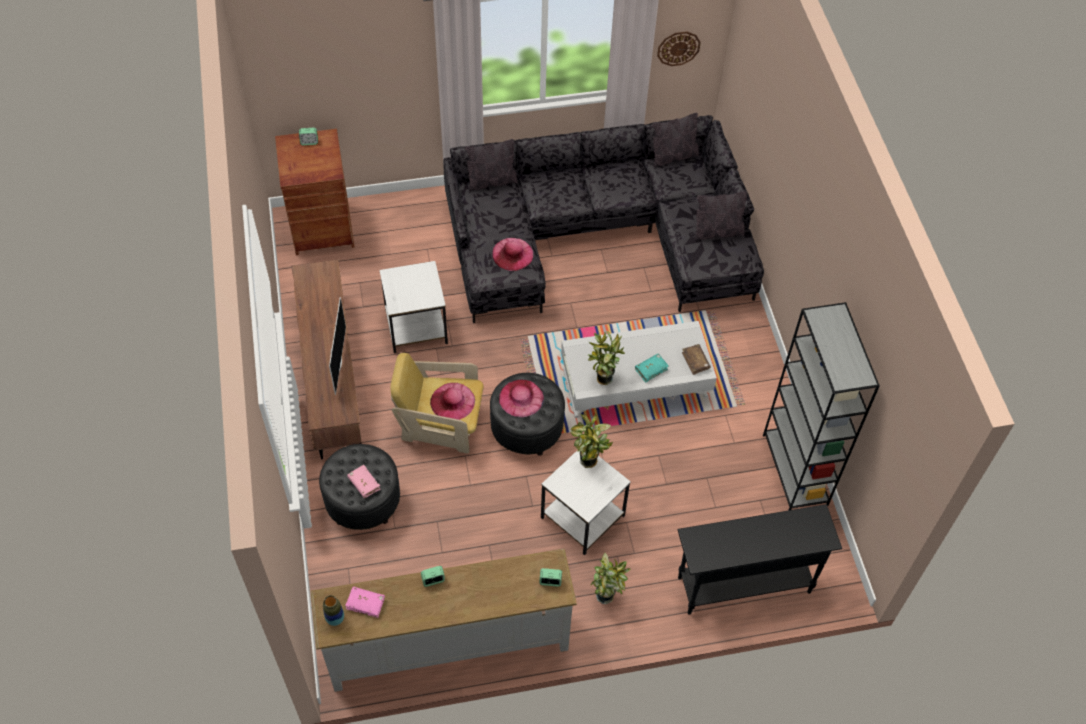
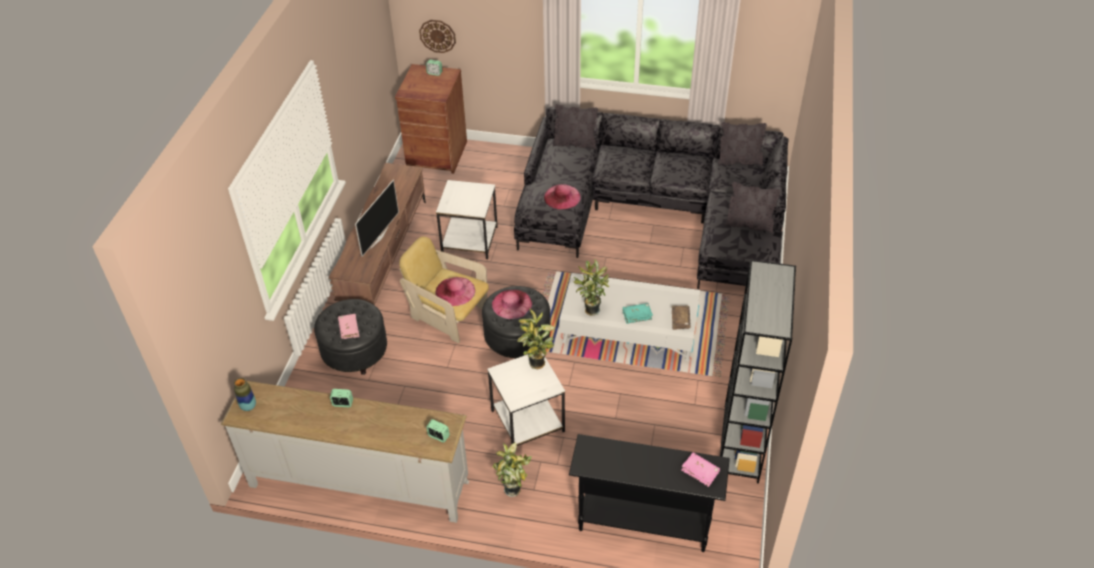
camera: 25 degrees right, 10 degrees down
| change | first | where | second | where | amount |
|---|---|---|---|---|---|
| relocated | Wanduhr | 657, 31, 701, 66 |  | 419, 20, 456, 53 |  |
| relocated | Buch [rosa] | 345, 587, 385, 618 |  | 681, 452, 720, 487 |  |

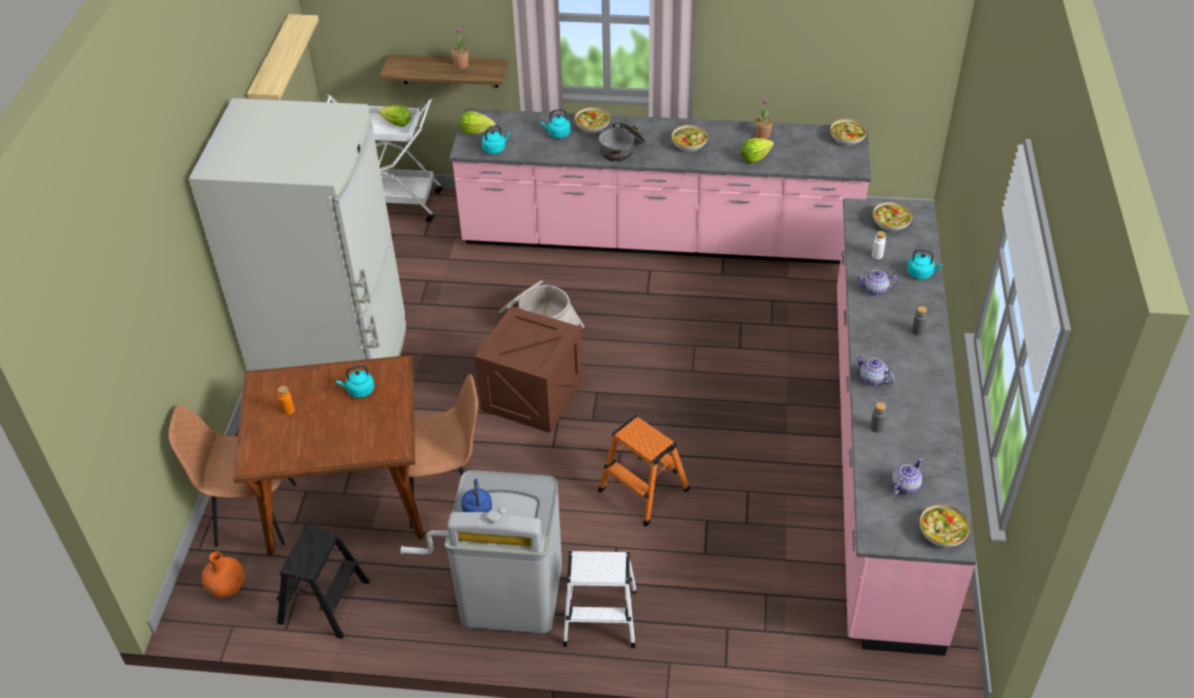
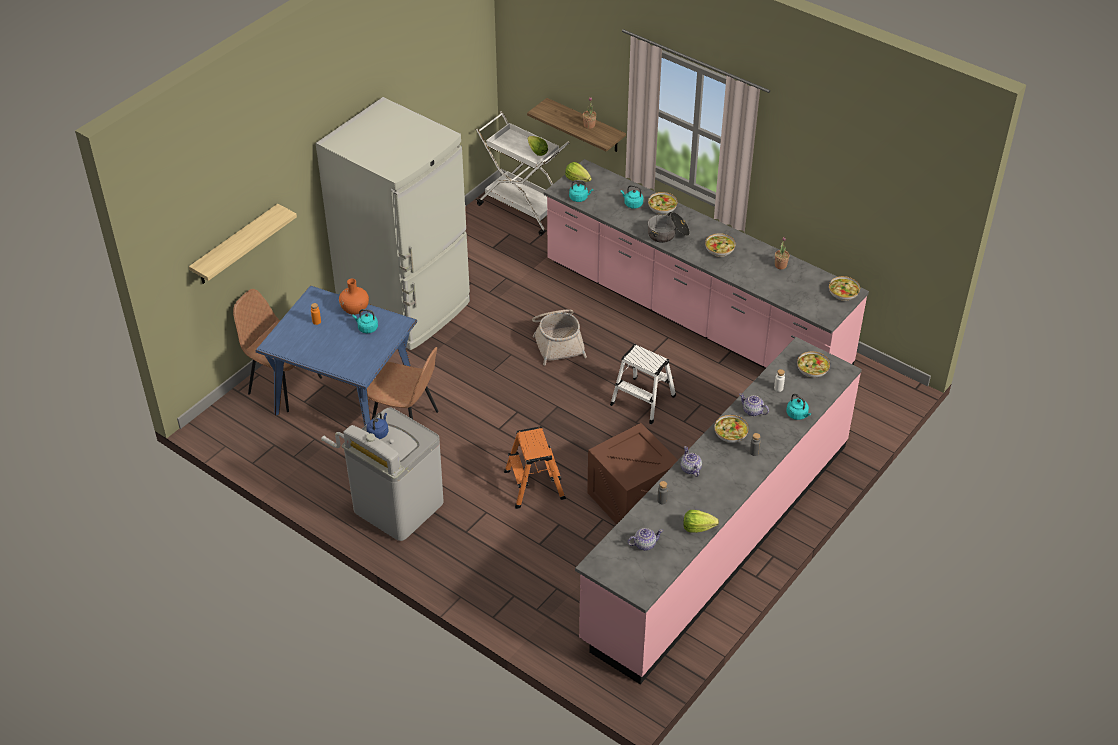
camera: 30 degrees right, 0 degrees up
| change | first | where | second | where | amount |
|---|---|---|---|---|---|
| relocated | Wandregal | 247, 14, 319, 100 |  | 189, 204, 297, 284 |  |
| colour | Esstisch [braun] | 233, 355, 424, 556 | Esstisch [blau] | 255, 285, 417, 426 |  |
| relocated | Vase [orange] | 201, 551, 245, 597 |  | 339, 279, 369, 315 |  |
| relocated | Kiste | 474, 306, 583, 433 |  | 587, 423, 678, 525 |  |
| relocated | Trittleiter [weiß] | 563, 551, 637, 648 |  | 610, 344, 676, 424 |  |
| relocated | Salatkopf | 741, 138, 774, 163 |  | 683, 510, 719, 533 |  |
| relocated | Schüssel | 920, 504, 970, 547 |  | 715, 415, 749, 443 |  |
| missing | Trittleiter [schwarz] | 276, 525, 370, 639 |  |  |  |

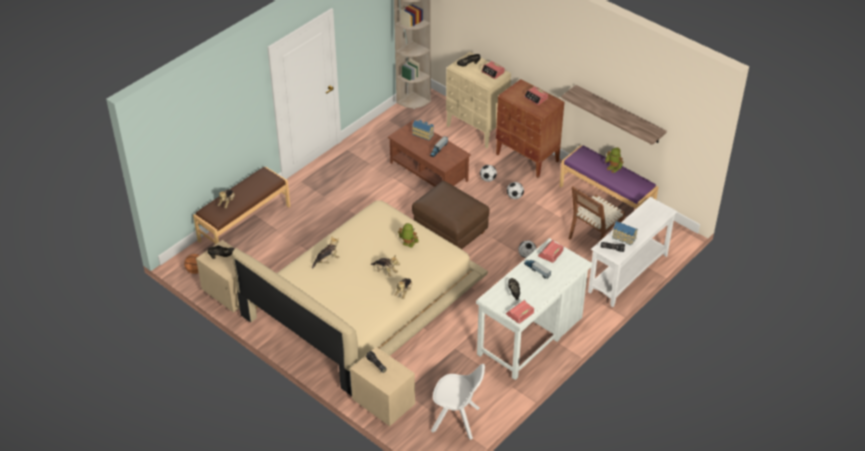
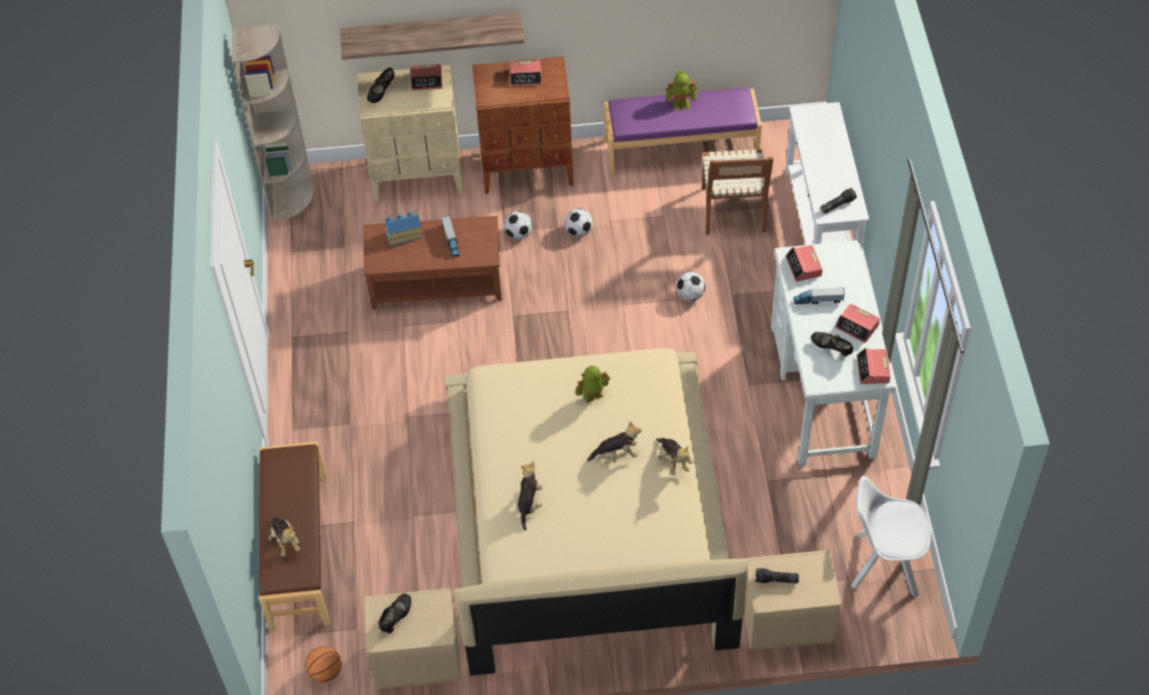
camera: 45 degrees left, 10 degrees up
| change | first | where | second | where | amount |
|---|---|---|---|---|---|
| relocated | Wandregal | 561, 85, 667, 145 |  | 340, 12, 524, 60 |  |
| appeared |  |  | Wecker | 835, 304, 880, 343 |  |
| spun | Stuhl [weiß] | 431, 364, 485, 440 |  | 850, 476, 931, 597 | 135 degrees counterclockwise |
| missing | Polsterhocker [braun] | 412, 181, 490, 249 |  |  |  |
| missing | Spielzeughaus | 612, 221, 638, 245 |  |  |  |

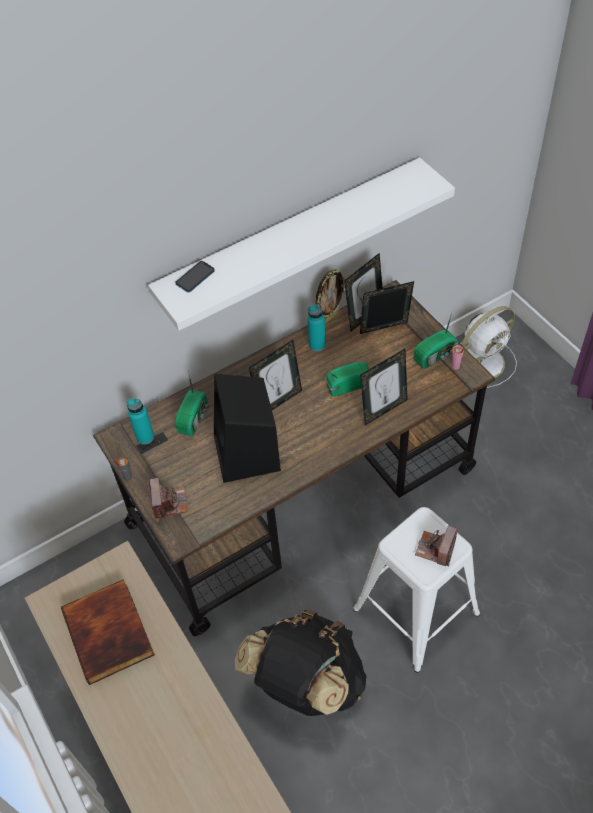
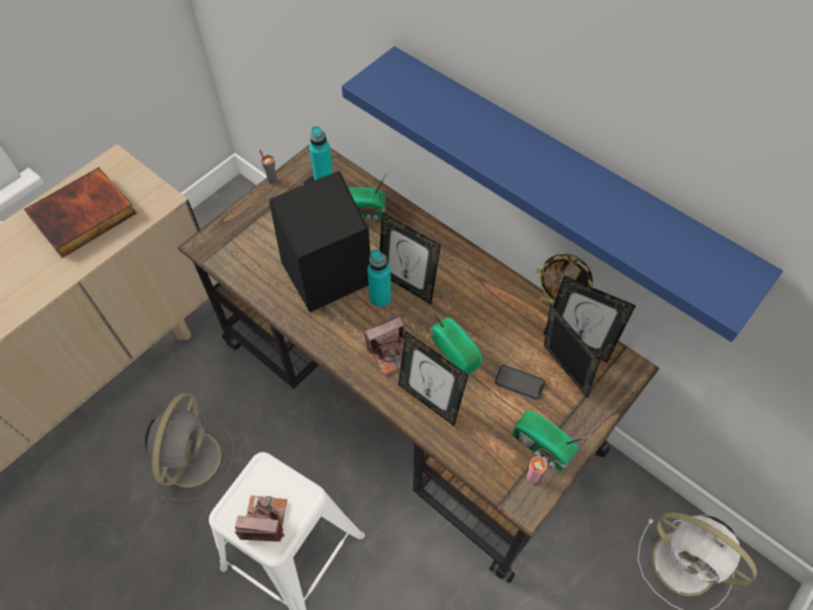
camera: 70 degrees right, 5 degrees up
| change | first | where | second | where | amount |
|---|---|---|---|---|---|
| exchanged | Rucksack [schwarz] | 235, 610, 367, 716 | Ventilator [grau] | 144, 393, 234, 501 |  |
| colour | Wandregal [weiß] | 148, 158, 455, 331 | Wandregal [blau] | 342, 46, 783, 342 |  |
| relocated | Kamera | 147, 478, 188, 520 |  | 364, 314, 405, 375 |  |
| relocated | Flasche [türkis] | 308, 304, 326, 352 |  | 367, 249, 391, 308 |  |
| relocated | Handy | 176, 261, 215, 292 |  | 495, 365, 545, 400 |  |

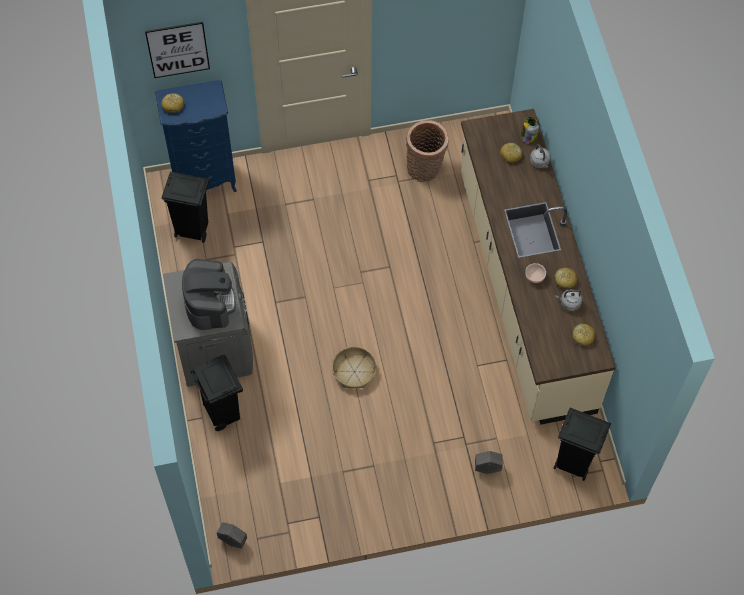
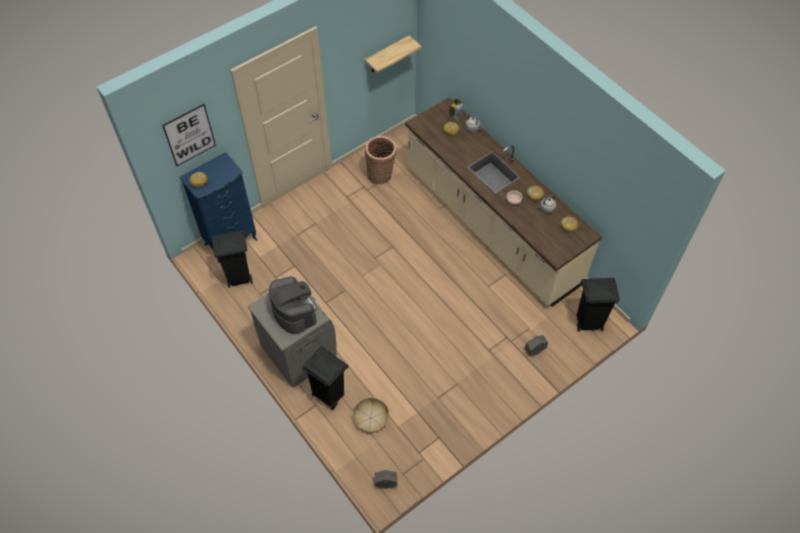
camera: 25 degrees left, 5 degrees down
| change | first | where | second | where | amount |
|---|---|---|---|---|---|
| relocated | Korb | 332, 347, 377, 388 |  | 352, 397, 389, 434 |  |
| appeared |  |  | Wandregal | 365, 35, 422, 73 |  |

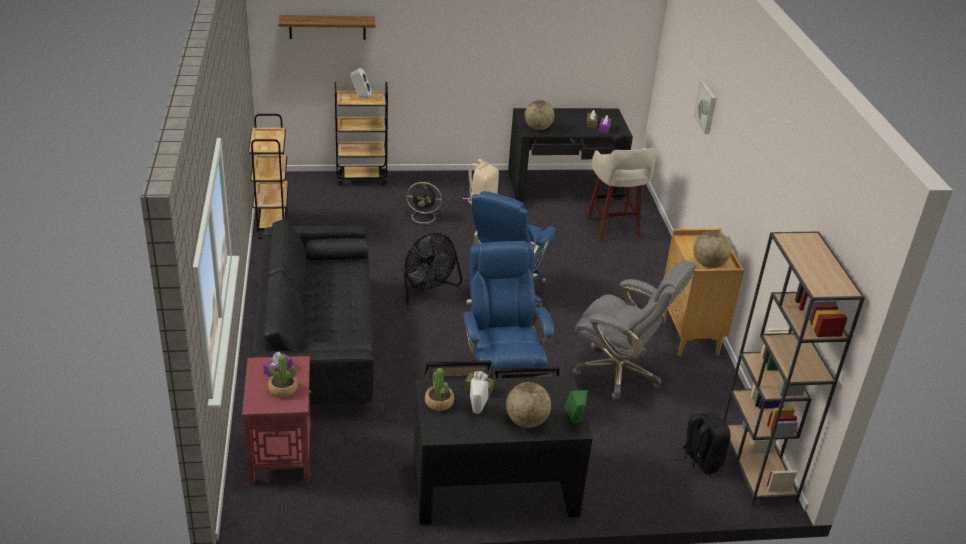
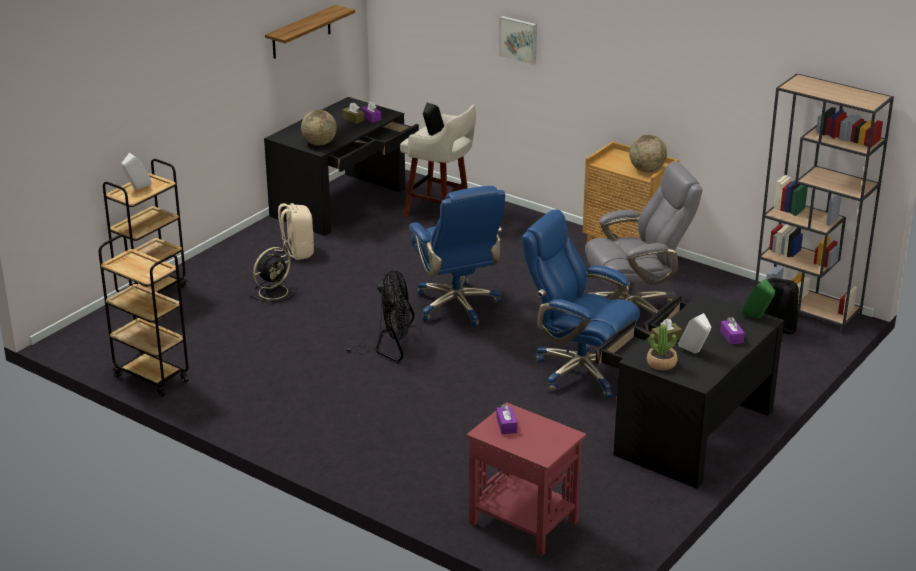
camera: 45 degrees left, 5 degrees down
| change | first | where | second | where | amount |
|---|---|---|---|---|---|
| relocated | Wandregal | 278, 15, 376, 40 |  | 265, 5, 355, 59 |  |
| exchanged | Globus | 506, 382, 551, 428 | Taschentuchbox [lila] | 720, 317, 745, 345 |  |
| missing | Sofa [schwarz] | 252, 219, 375, 405 |  |  |  |
| missing | Topfpflanze | 268, 355, 298, 398 |  |  |  |

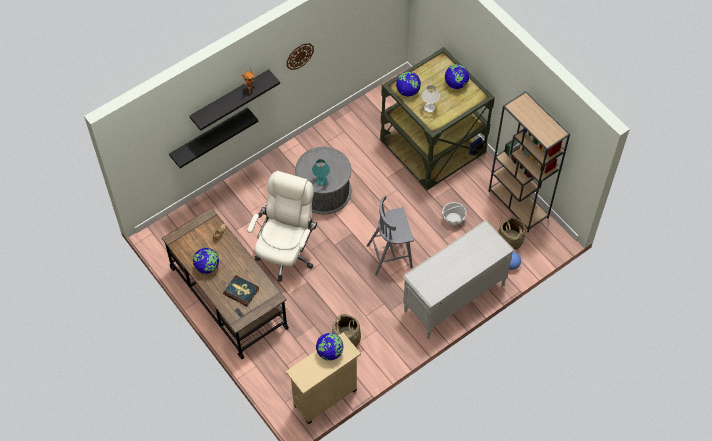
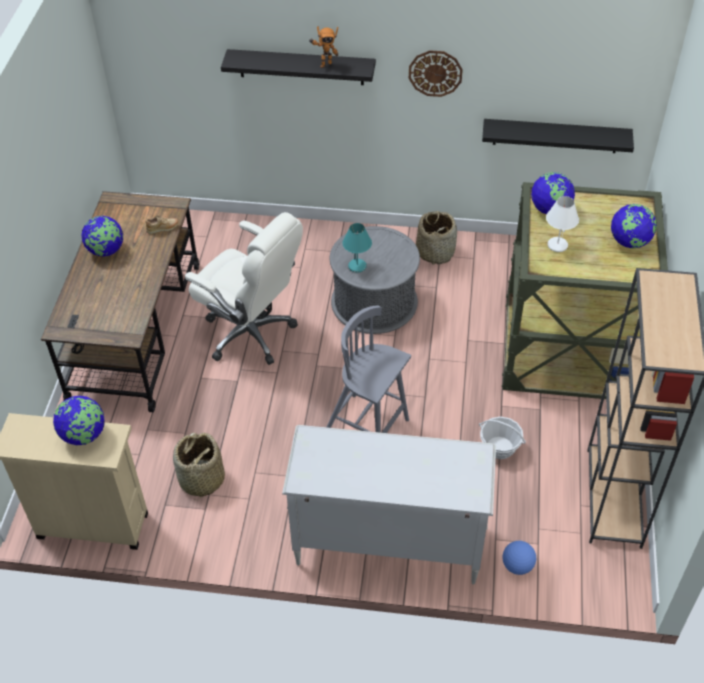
camera: 45 degrees right, 10 degrees down
| change | first | where | second | where | amount |
|---|---|---|---|---|---|
| spun | Bürostuhl [weiß] | 247, 171, 317, 282 |  | 185, 212, 303, 365 | 60 degrees clockwise |
| relocated | Korb | 498, 217, 526, 250 |  | 416, 211, 457, 265 |  |
| relocated | Wandregal [schwarz] | 169, 107, 258, 168 |  | 482, 119, 634, 153 |  |
| missing | Buch | 223, 275, 259, 306 |  |  |  |

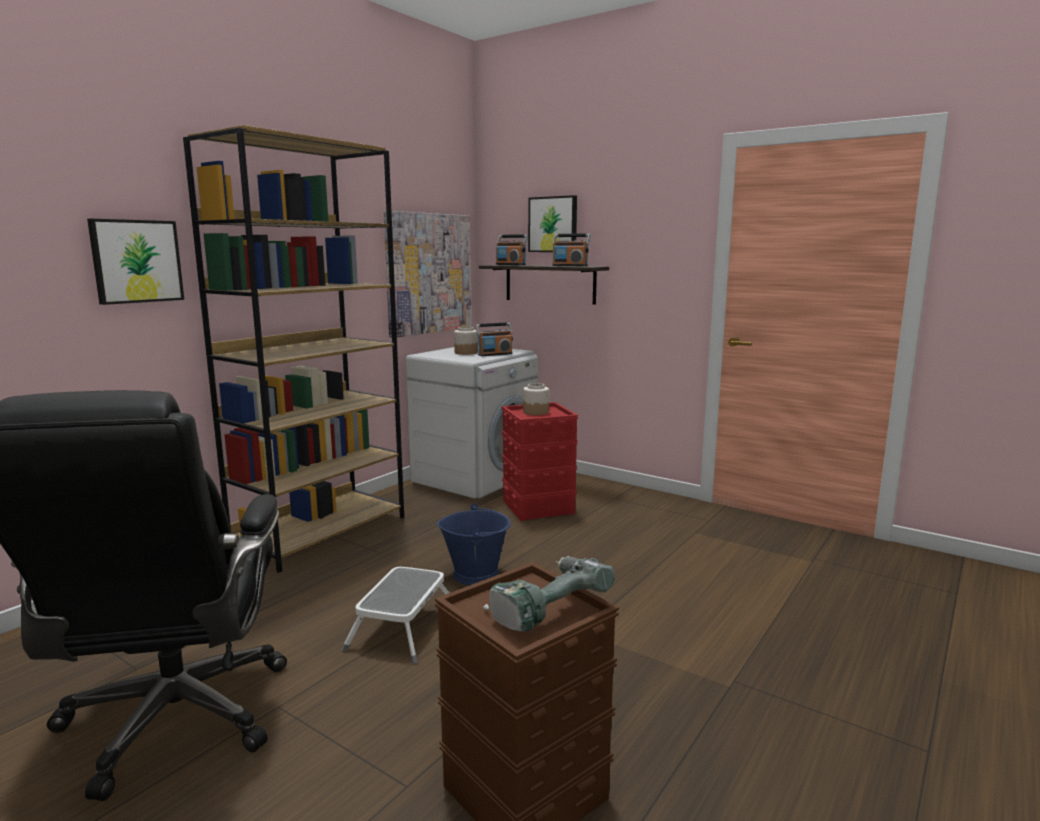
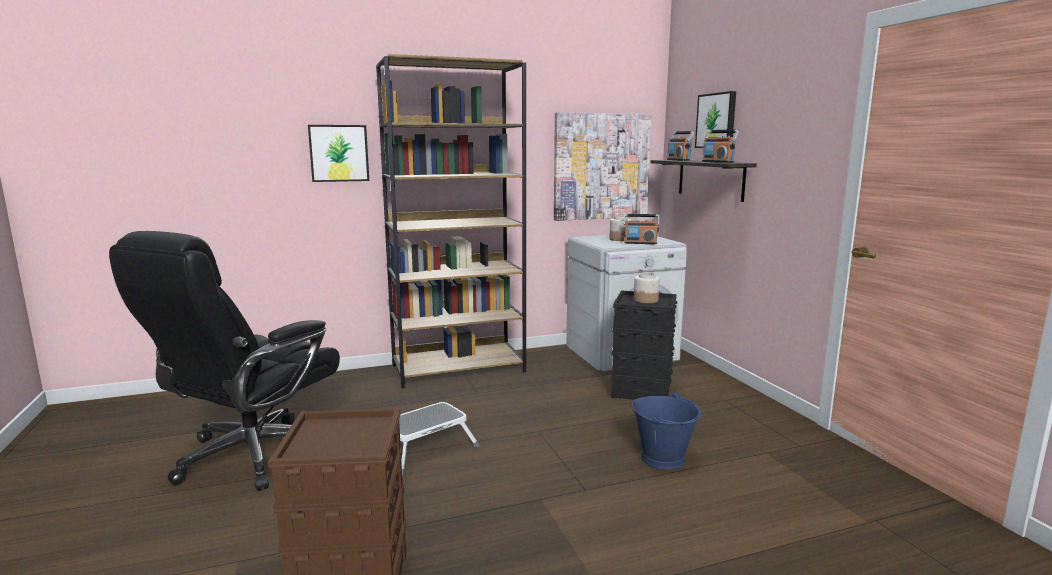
camera: 35 degrees right, 0 degrees up
| change | first | where | second | where | amount |
|---|---|---|---|---|---|
| colour | Aufbewahrungsbox [rot] | 502, 402, 578, 521 | Aufbewahrungsbox [schwarz] | 611, 290, 677, 400 |  |
| relocated | Eimer [blau] | 437, 504, 511, 585 |  | 632, 391, 701, 470 |  |
| missing | Bohrmaschine | 483, 556, 615, 632 |  |  |  |

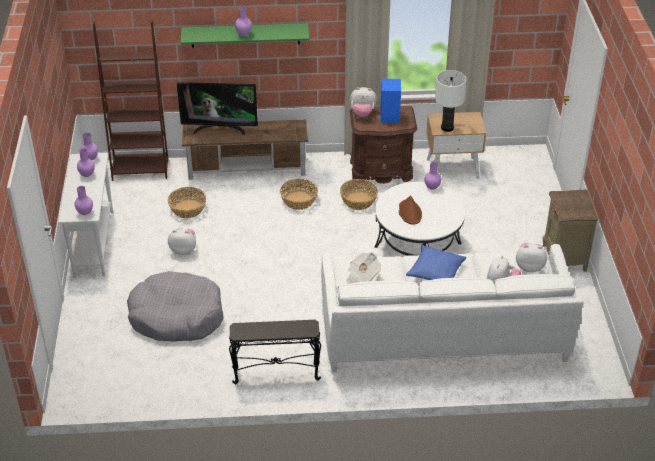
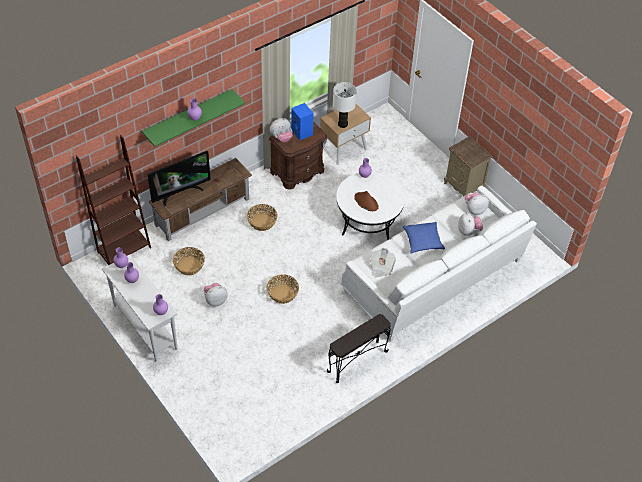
camera: 35 degrees left, 10 degrees up
| change | first | where | second | where | amount |
|---|---|---|---|---|---|
| relocated | Korb | 340, 179, 378, 210 |  | 267, 274, 299, 304 |  |
| missing | Hundebett [grau] | 127, 271, 223, 342 |  |  |  |

